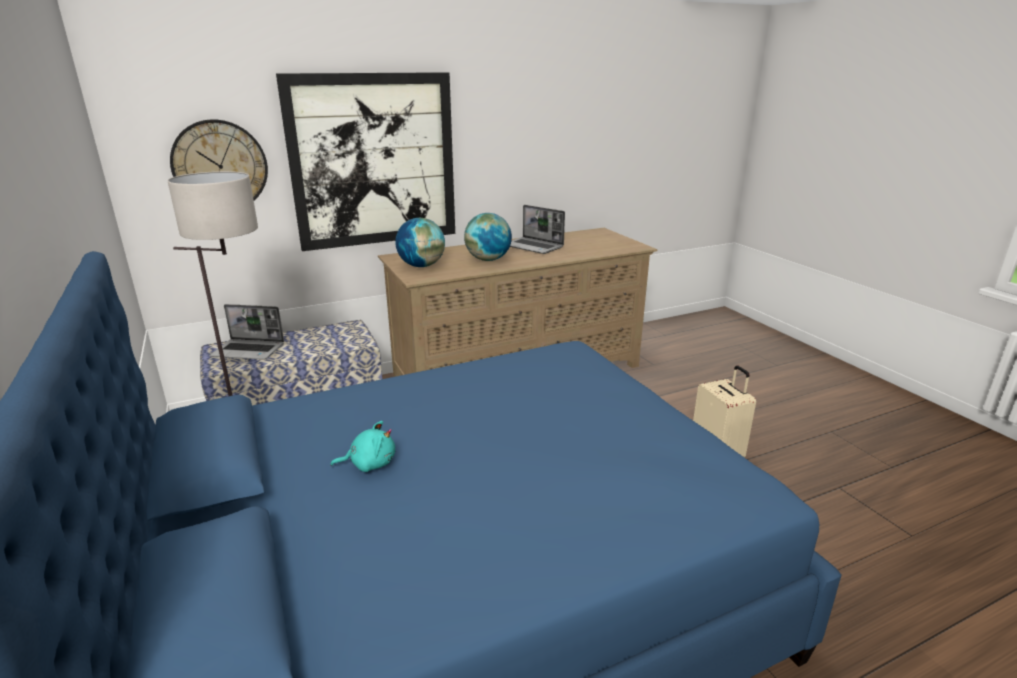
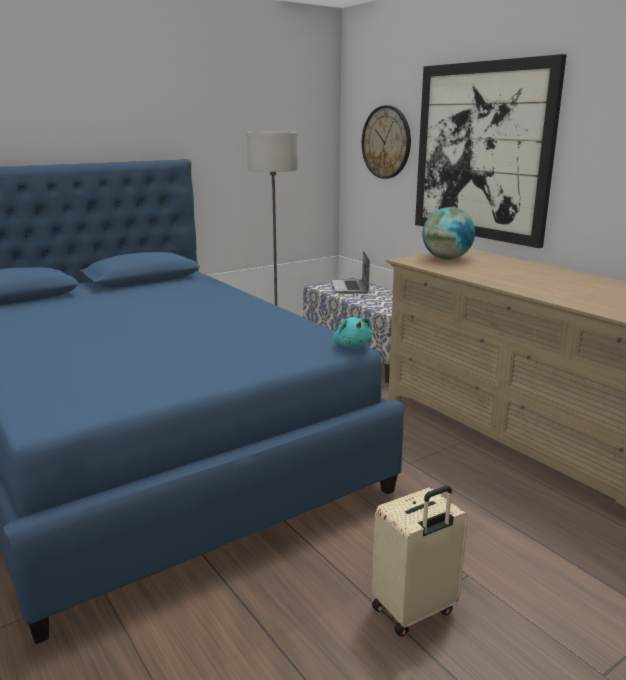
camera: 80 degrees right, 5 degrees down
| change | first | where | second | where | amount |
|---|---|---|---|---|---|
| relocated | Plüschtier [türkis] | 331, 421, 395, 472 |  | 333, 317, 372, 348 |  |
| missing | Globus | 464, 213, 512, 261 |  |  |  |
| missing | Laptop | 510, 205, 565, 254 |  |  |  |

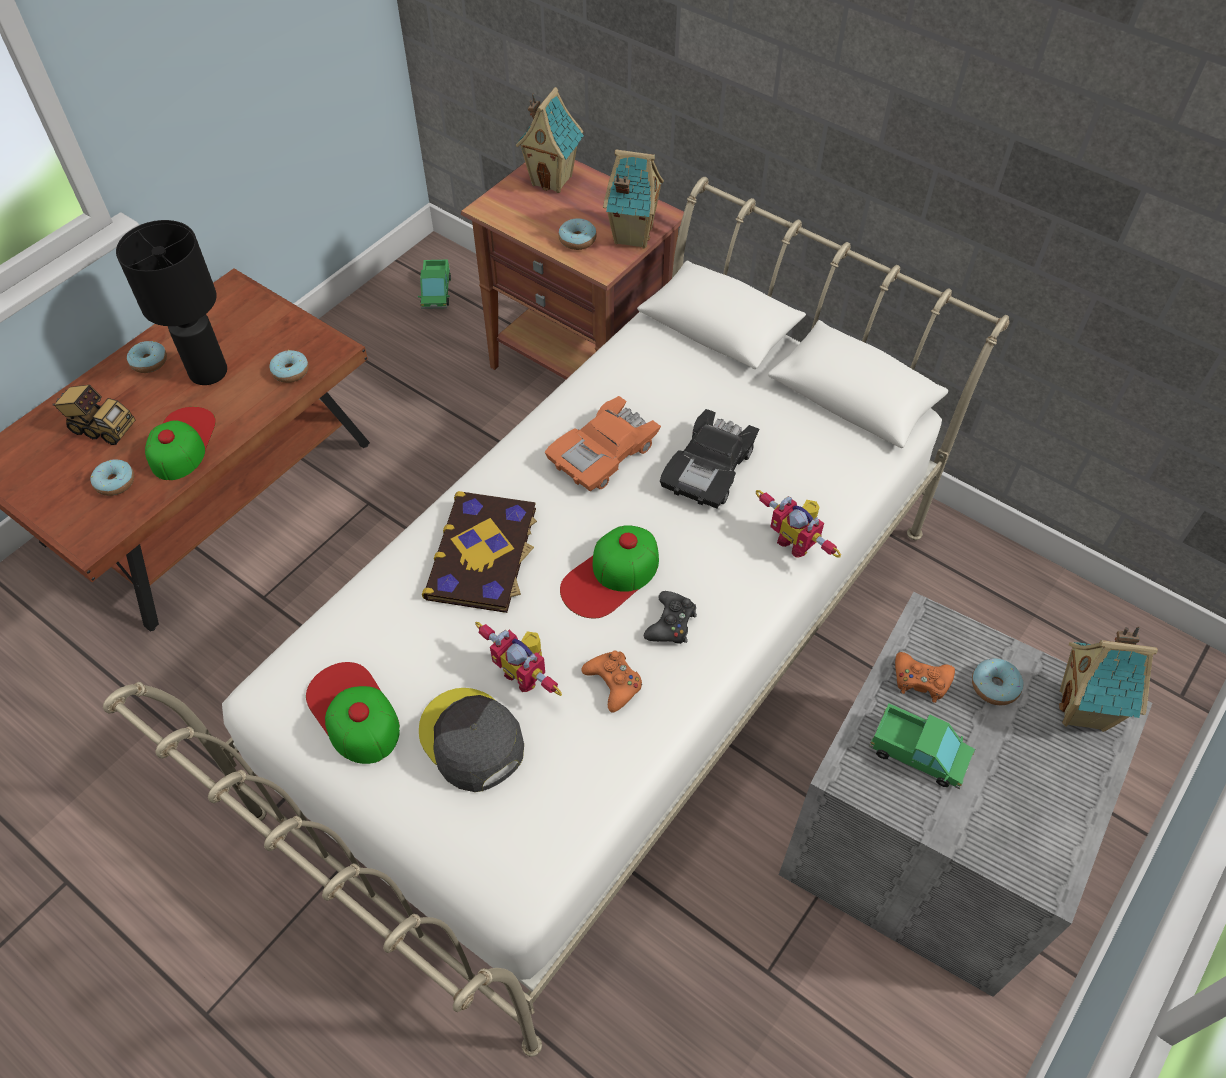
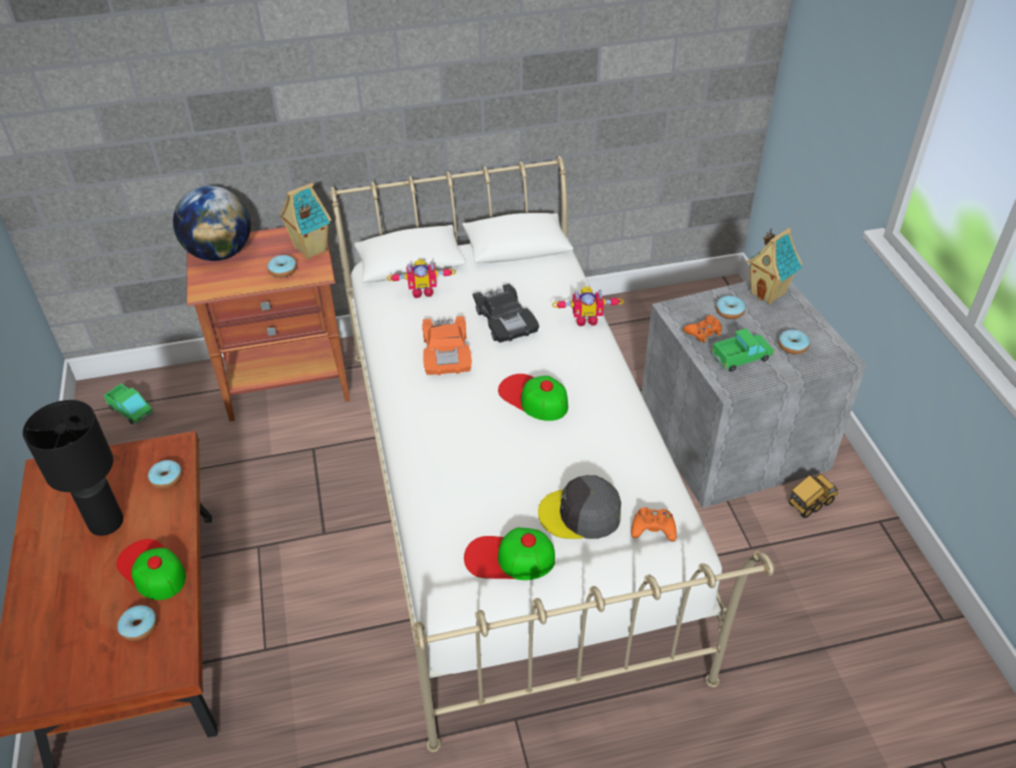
camera: 50 degrees left, 10 degrees down
| change | first | where | second | where | amount |
|---|---|---|---|---|---|
| exchanged | Spielzeughaus | 516, 87, 584, 193 | Globus | 173, 185, 251, 261 |  |
| relocated | Spielzeugroboter | 475, 622, 562, 696 |  | 386, 259, 456, 298 |  |
| spun | Kappe | 560, 525, 659, 618 |  | 498, 374, 568, 421 | 135 degrees clockwise |
| relocated | Gamepad [orange] | 581, 651, 642, 713 |  | 631, 507, 677, 542 |  |
| relocated | Donut | 127, 341, 167, 373 |  | 778, 330, 810, 354 |  |
| relocated | Spielzeuglaster | 53, 385, 135, 445 |  | 788, 474, 838, 518 |  |
| missing | Buch | 422, 491, 537, 613 |  |  |  |
| missing | Gamepad [schwarz] | 644, 591, 697, 644 |  |  |  |

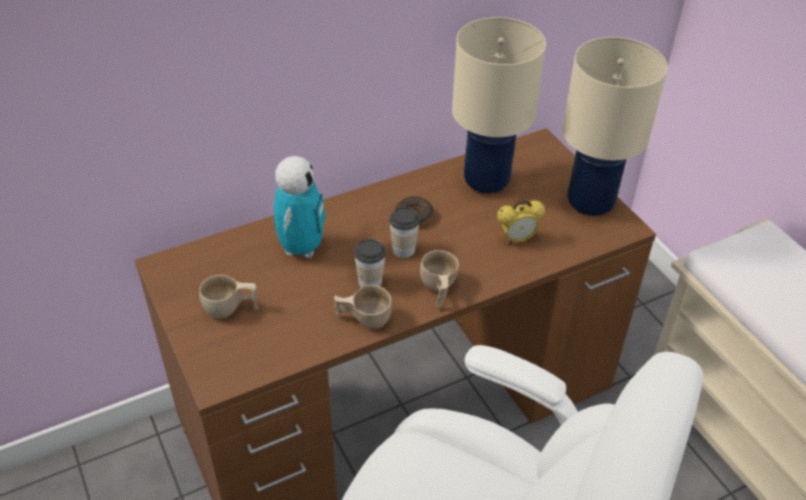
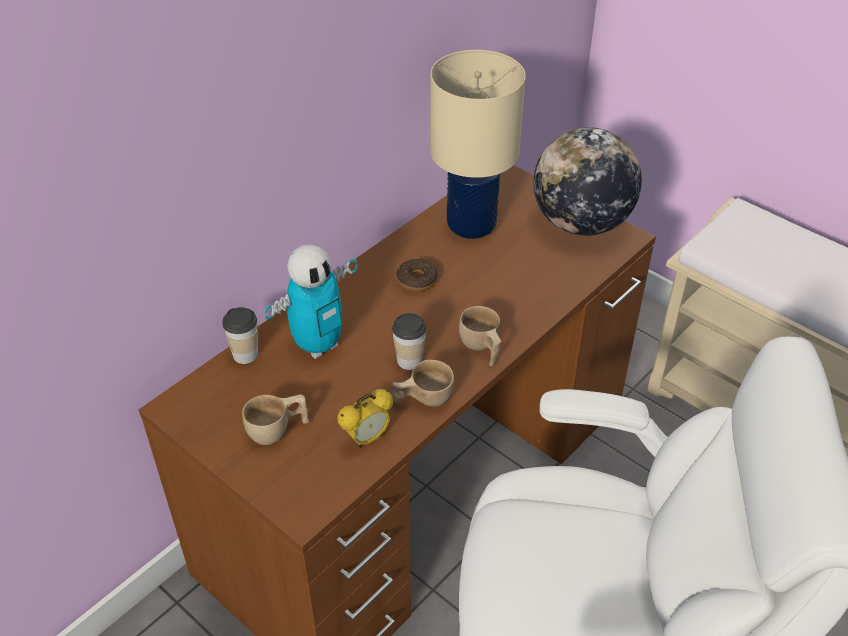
camera: 20 degrees left, 0 degrees up
| change | first | where | second | where | amount |
|---|---|---|---|---|---|
| relocated | Tasse | 389, 207, 420, 258 |  | 222, 307, 258, 364 |  |
| spun | Spielzeugroboter | 274, 156, 326, 258 |  | 265, 244, 358, 359 | 60 degrees clockwise |
| relocated | Wecker | 497, 200, 545, 244 |  | 337, 389, 393, 448 |  |
| exchanged | Tischlampe [beige] | 562, 37, 668, 216 | Globus | 533, 127, 642, 236 |  |

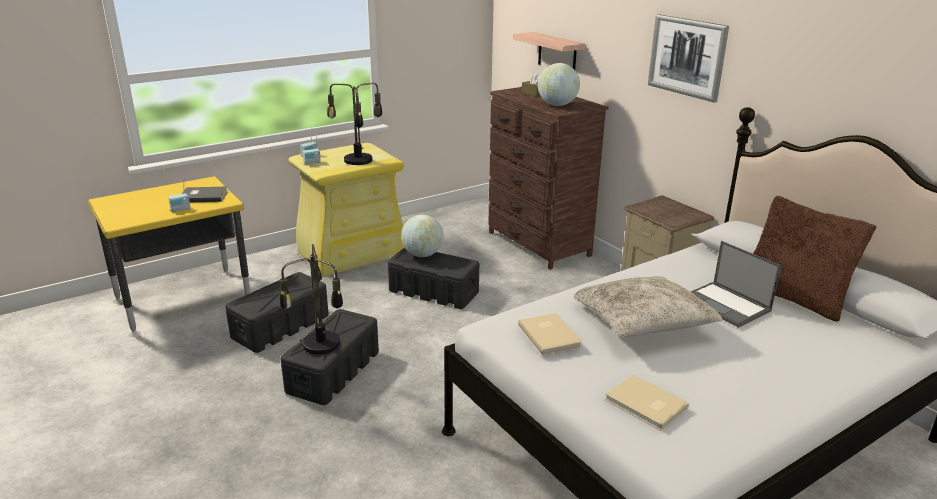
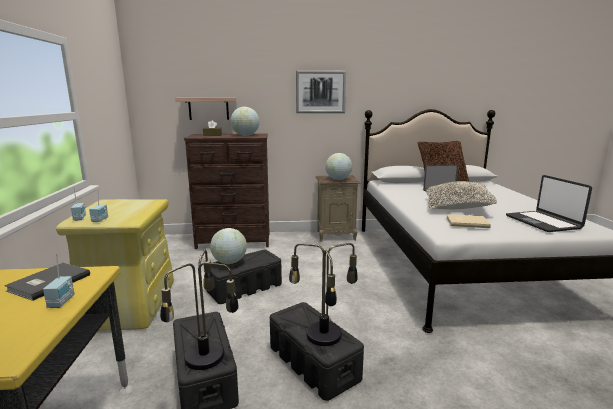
camera: 60 degrees left, 10 degrees down
| change | first | where | second | where | amount |
|---|---|---|---|---|---|
| relocated | Tischlampe | 327, 83, 382, 165 |  | 160, 250, 238, 370 |  |
| appeared |  |  | Globus | 325, 153, 352, 180 |  |
| exchanged | Buch [beige] | 604, 375, 689, 431 | Laptop | 506, 175, 592, 232 |  |

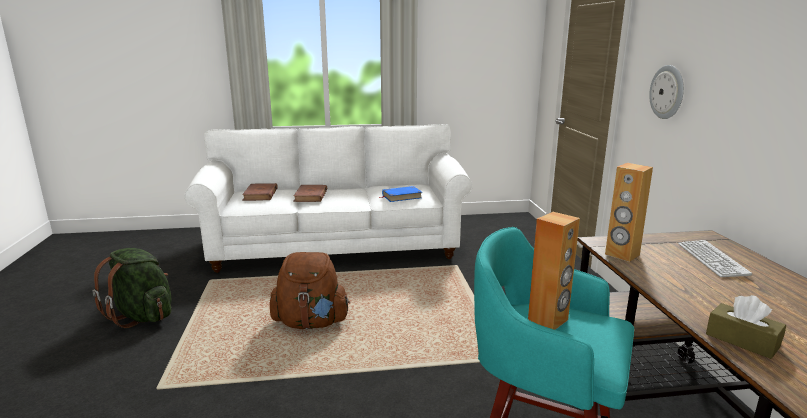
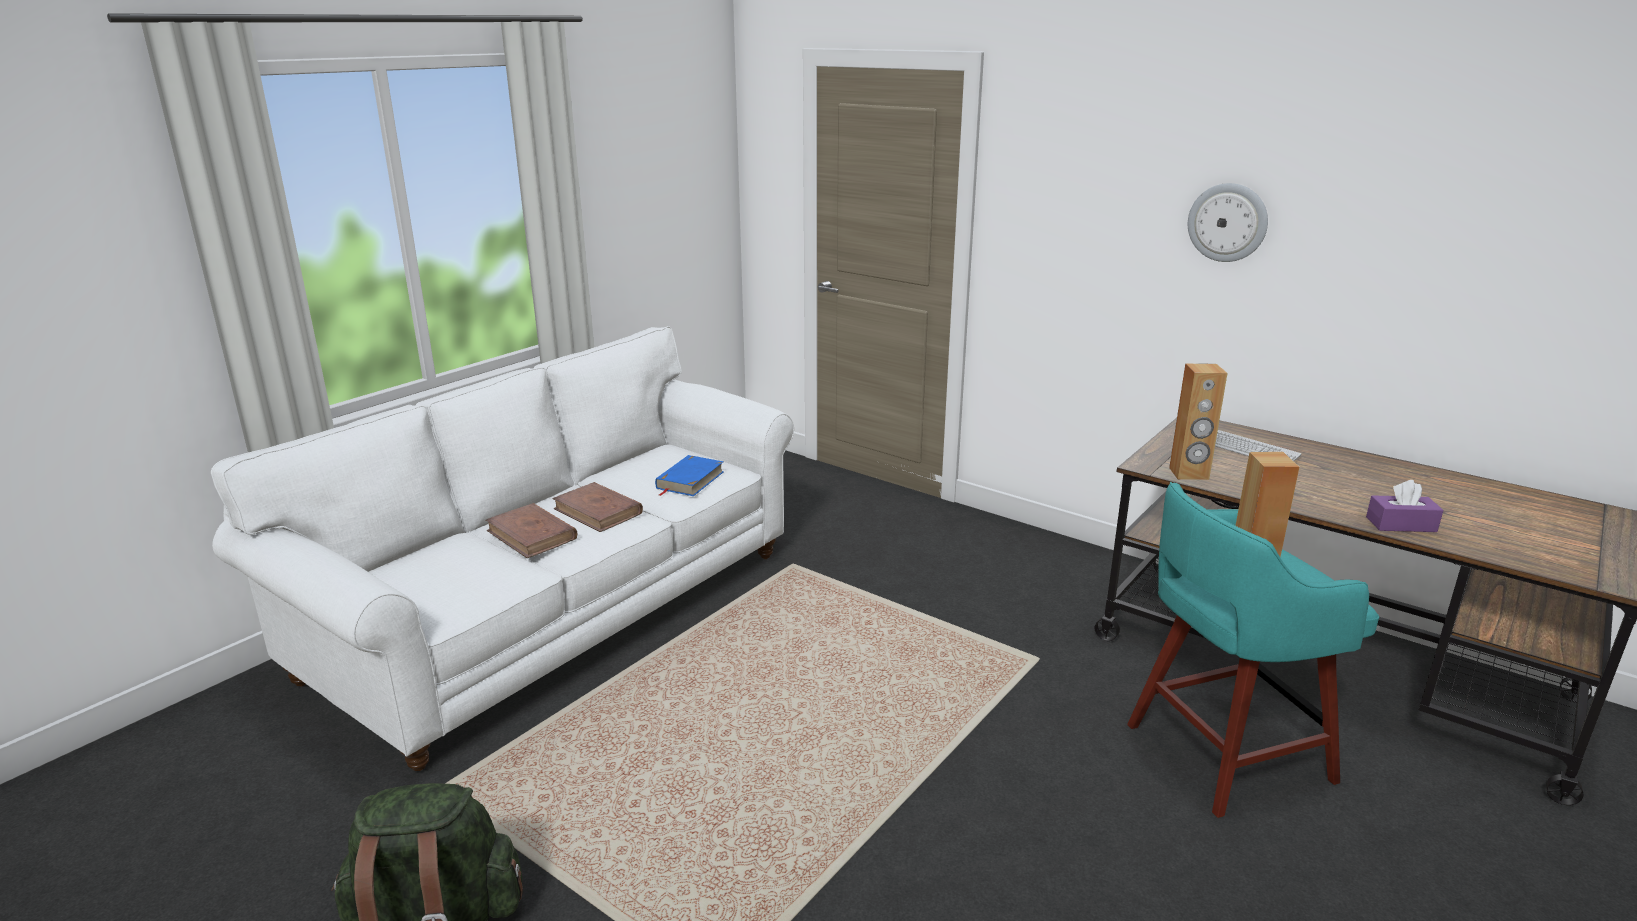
camera: 45 degrees left, 5 degrees up
| change | first | where | second | where | amount |
|---|---|---|---|---|---|
| relocated | Buch [braun] | 242, 183, 278, 201 |  | 553, 482, 643, 532 |  |
| relocated | Wanduhr | 649, 65, 684, 119 |  | 1188, 183, 1268, 262 |  |
| colour | Taschentuchbox [braun] | 706, 295, 786, 359 | Taschentuchbox [lila] | 1366, 480, 1444, 532 |  |
| missing | Rucksack [braun] | 270, 252, 350, 329 |  |  |  |

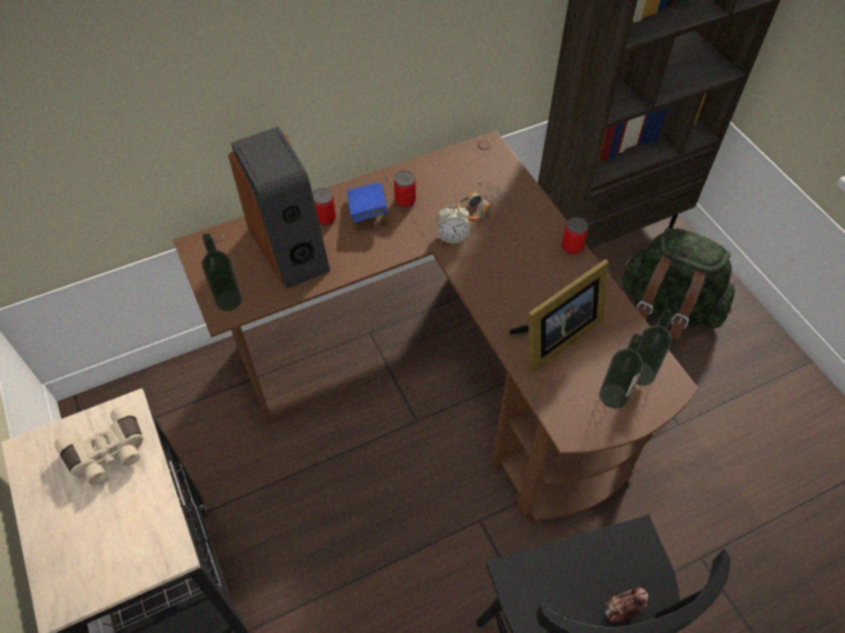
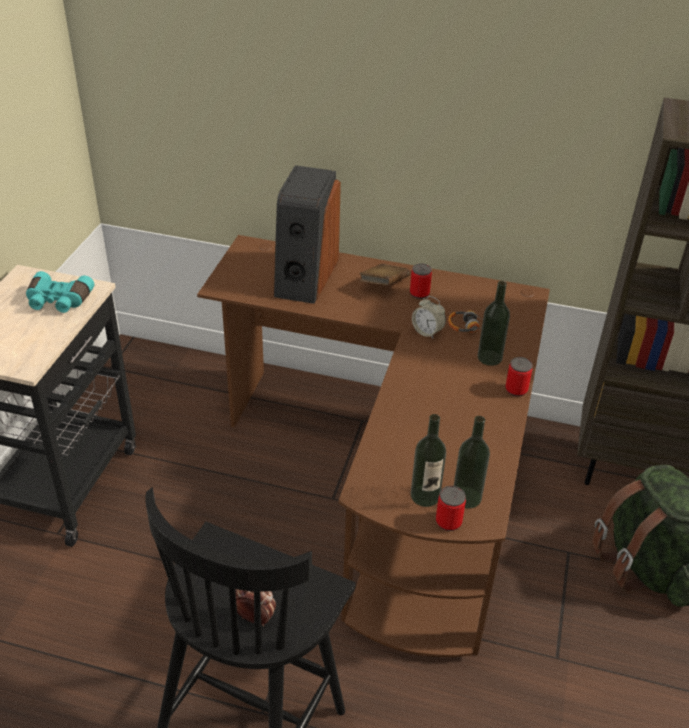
camera: 40 degrees right, 15 degrees down
| change | first | where | second | where | amount |
|---|---|---|---|---|---|
| colour | Fernglas [beige] | 54, 404, 143, 484 | Fernglas [türkis] | 26, 271, 95, 313 |  |
| colour | Buch [blau] | 347, 182, 388, 222 | Buch [braun] | 360, 264, 410, 285 |  |
| relocated | Dose | 312, 188, 336, 225 |  | 436, 486, 466, 531 |  |
| relocated | Flasche | 202, 233, 242, 311 |  | 477, 281, 510, 366 |  |
| missing | Bilderrahmen | 509, 259, 608, 373 |  |  |  |

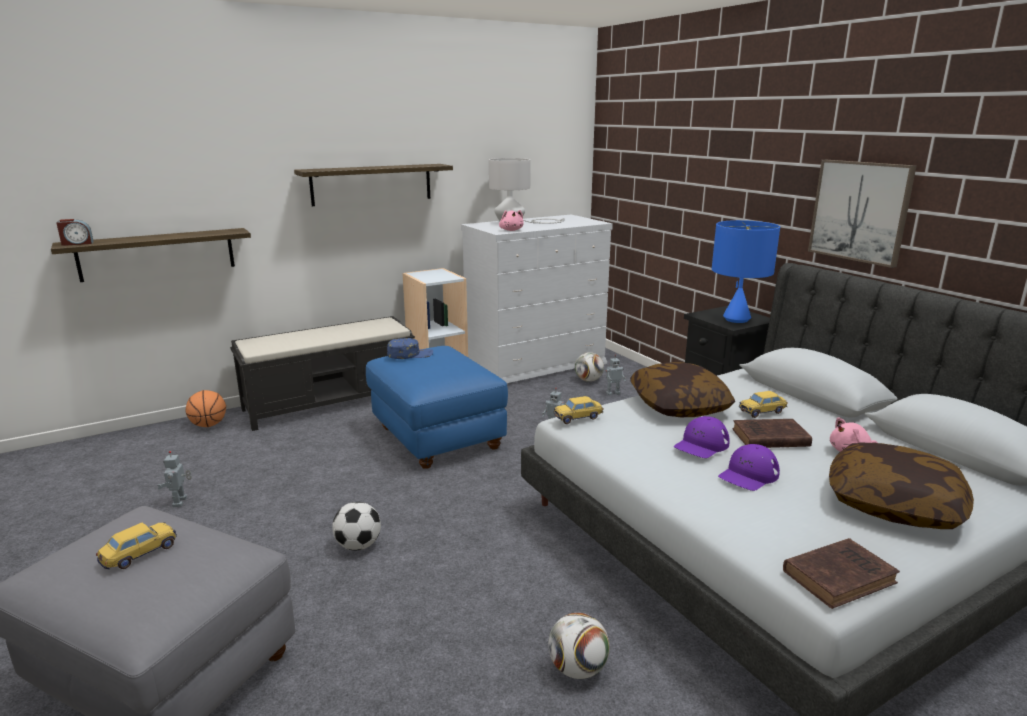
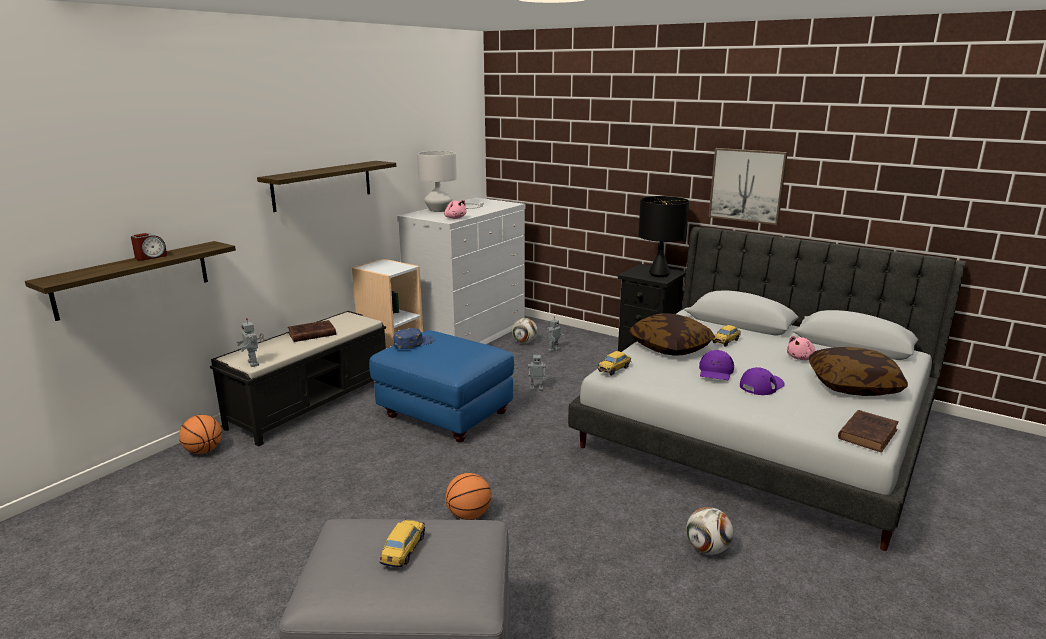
camera: 25 degrees left, 0 degrees up
| change | first | where | second | where | amount |
|---|---|---|---|---|---|
| relocated | Wecker | 56, 219, 94, 246 |  | 131, 233, 167, 261 |  |
| relocated | Spielzeugroboter | 157, 451, 192, 507 |  | 237, 318, 264, 367 |  |
| relocated | Buch [braun] | 732, 419, 812, 448 |  | 288, 320, 336, 342 |  |
| exchanged | Fußball | 332, 502, 381, 550 | Basketball | 445, 473, 491, 520 |  |
| colour | Tischlampe [blau] | 712, 220, 780, 323 | Tischlampe [schwarz] | 638, 196, 689, 277 |  |
| spun | Kappe [lila] | 718, 444, 780, 491 |  | 740, 367, 785, 395 | 150 degrees counterclockwise |

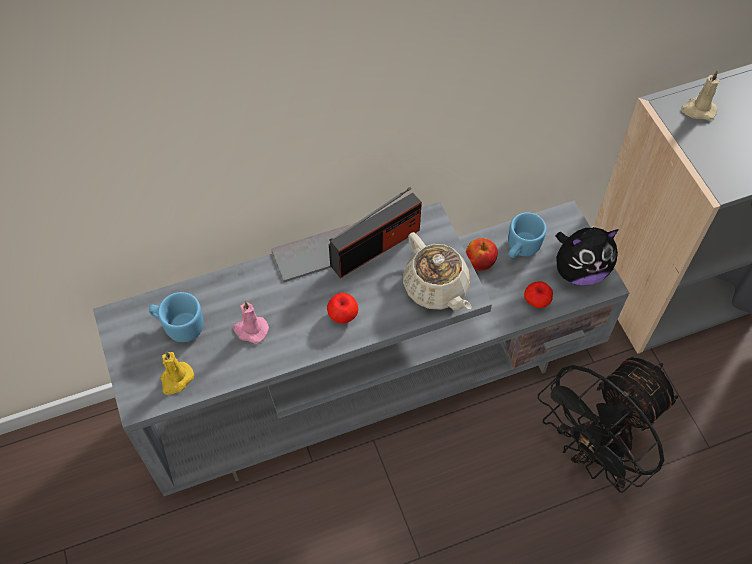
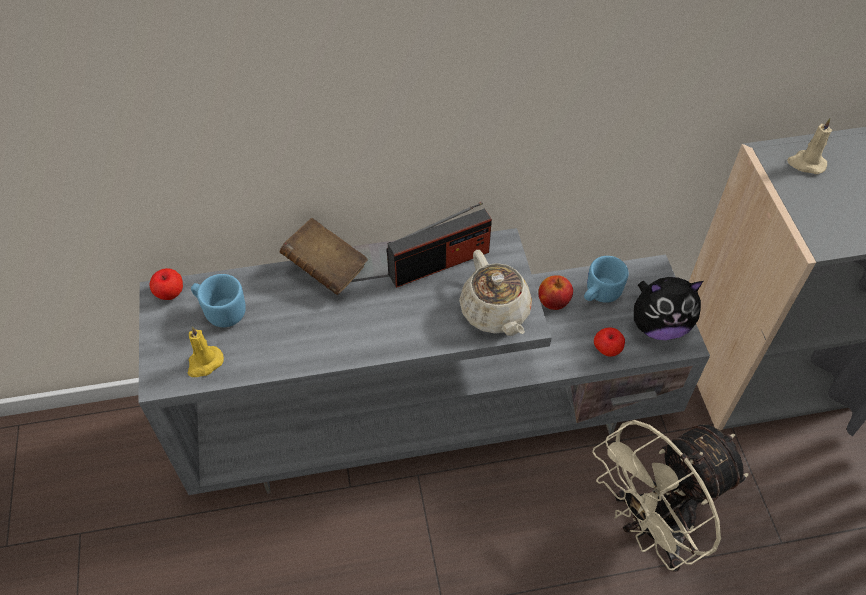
camera: 10 degrees right, 5 degrees down
| change | first | where | second | where | amount |
|---|---|---|---|---|---|
| relocated | Apfel | 327, 293, 358, 324 |  | 149, 268, 183, 300 |  |
| appeared |  |  | Buch [braun] | 280, 218, 368, 295 |  |
| colour | Ventilator [schwarz] | 538, 357, 678, 493 | Ventilator [beige] | 592, 420, 749, 572 |  |
| missing | Kerze [rosa] | 233, 301, 269, 343 |  |  |  |

